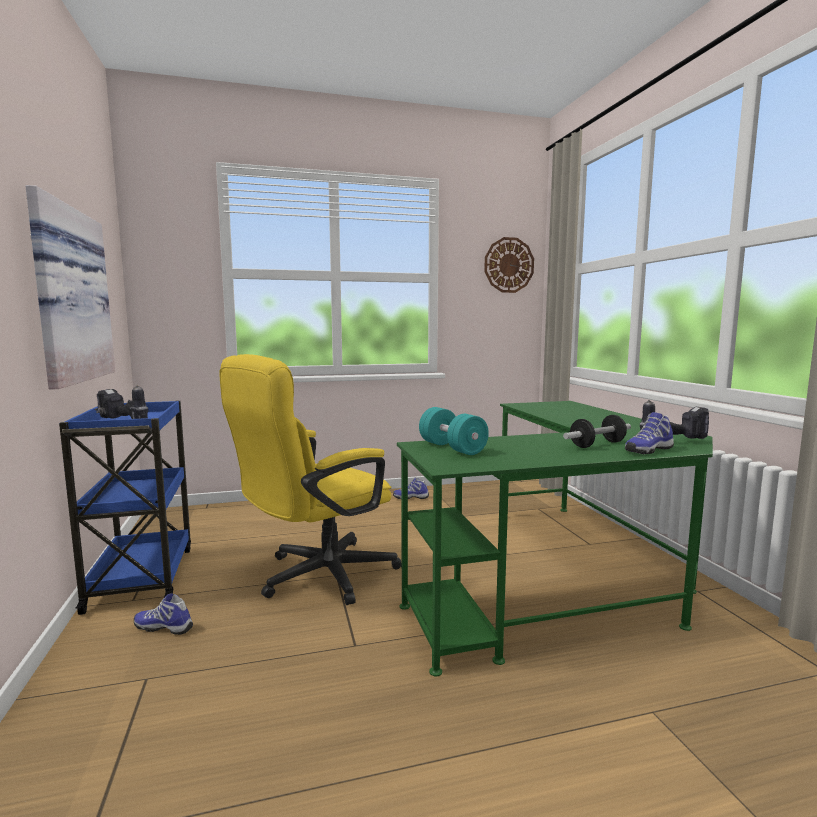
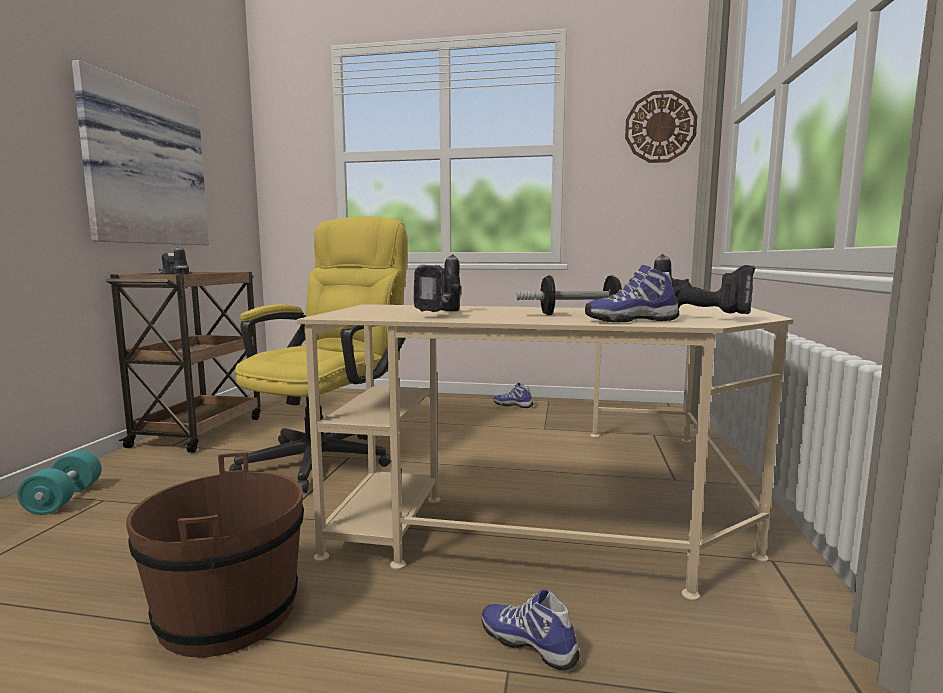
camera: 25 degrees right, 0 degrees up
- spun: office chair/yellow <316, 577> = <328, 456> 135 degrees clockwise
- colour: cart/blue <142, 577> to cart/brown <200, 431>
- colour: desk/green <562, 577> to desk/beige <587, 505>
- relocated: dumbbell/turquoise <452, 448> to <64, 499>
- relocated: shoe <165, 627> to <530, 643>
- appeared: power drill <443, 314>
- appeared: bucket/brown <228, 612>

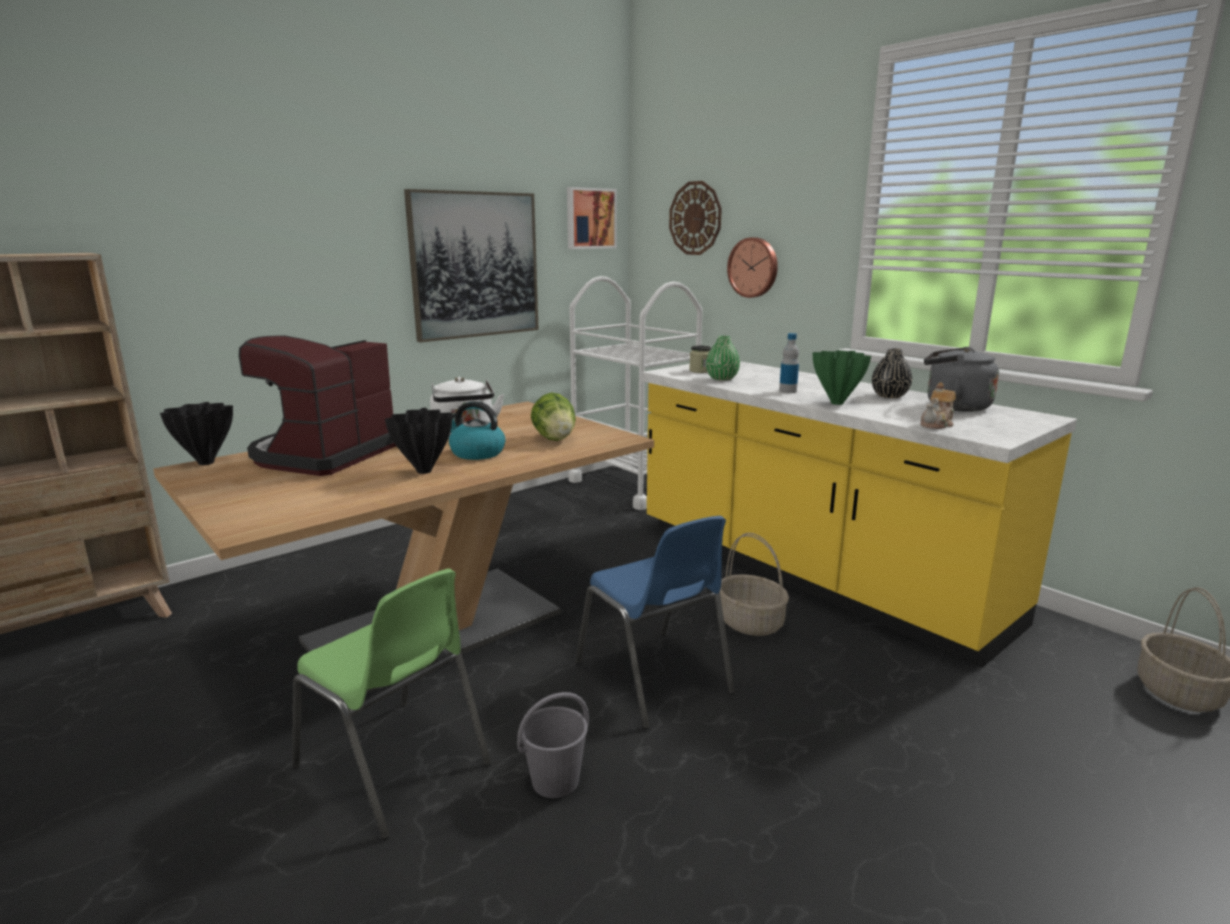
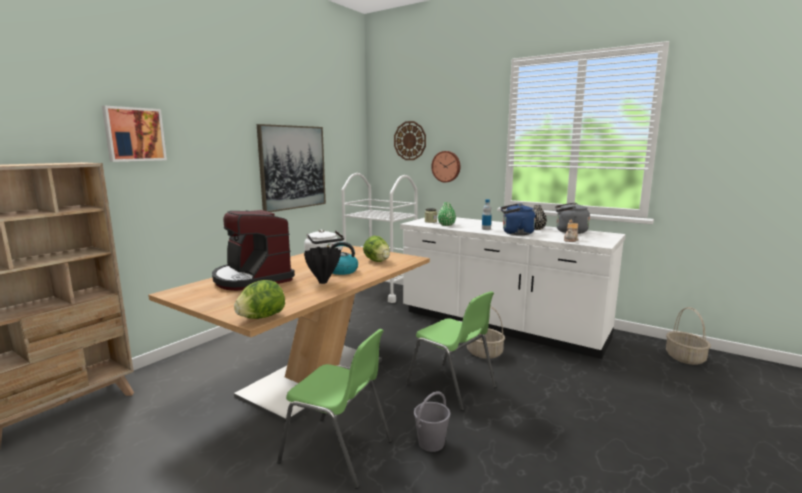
camera: 15 degrees left, 5 degrees down
- relocated: picture <590, 218> to <134, 134>
- spun: coffee machine <324, 455> = <252, 279> 45 degrees counterclockwise
- exchanged: vase/green <836, 403> to kettle/blue <515, 233>
- colour: counter/yellow <812, 574> to counter/white <500, 325>
- missing: vase/black <206, 462>
- colour: chair/blue <654, 679> to chair/green <452, 386>
- appeared: lettuce <261, 317>

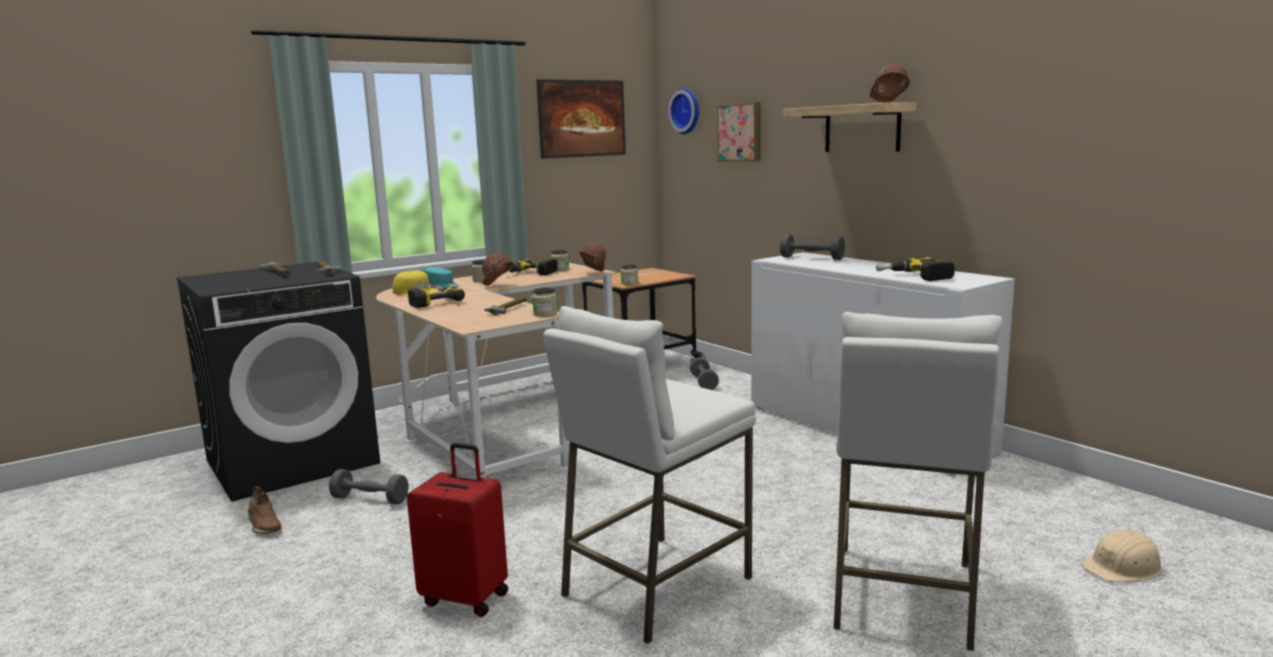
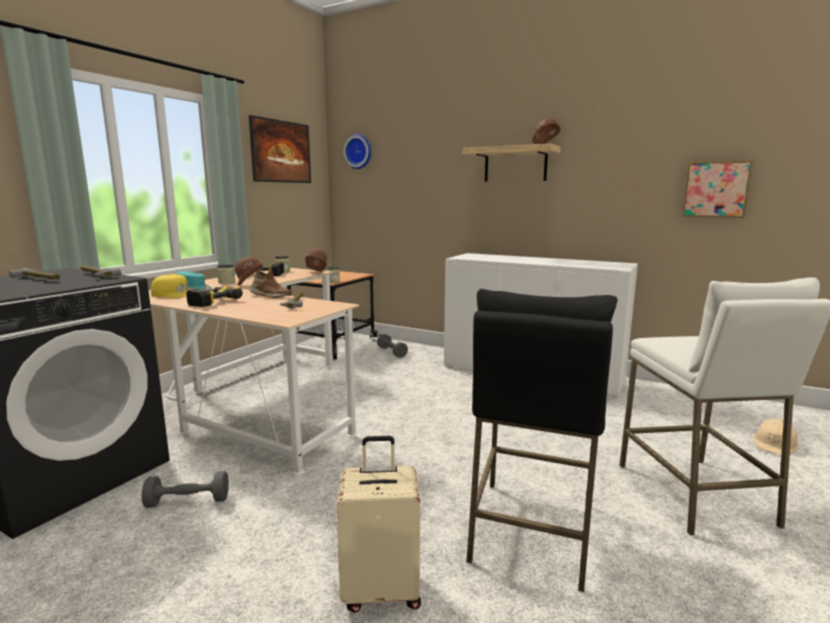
camera: 25 degrees left, 0 degrees up
- relocated: picture <740, 132> to <715, 189>
- missing: dumbbell/grey <811, 258>
- missing: power drill <914, 277>
- missing: jar <545, 314>
- colour: stool/white <655, 586> to stool/black <531, 531>
- colour: suitcase/red <466, 597> to suitcase/beige <381, 590>
- relocated: shoe/brown <264, 525> to <270, 296>

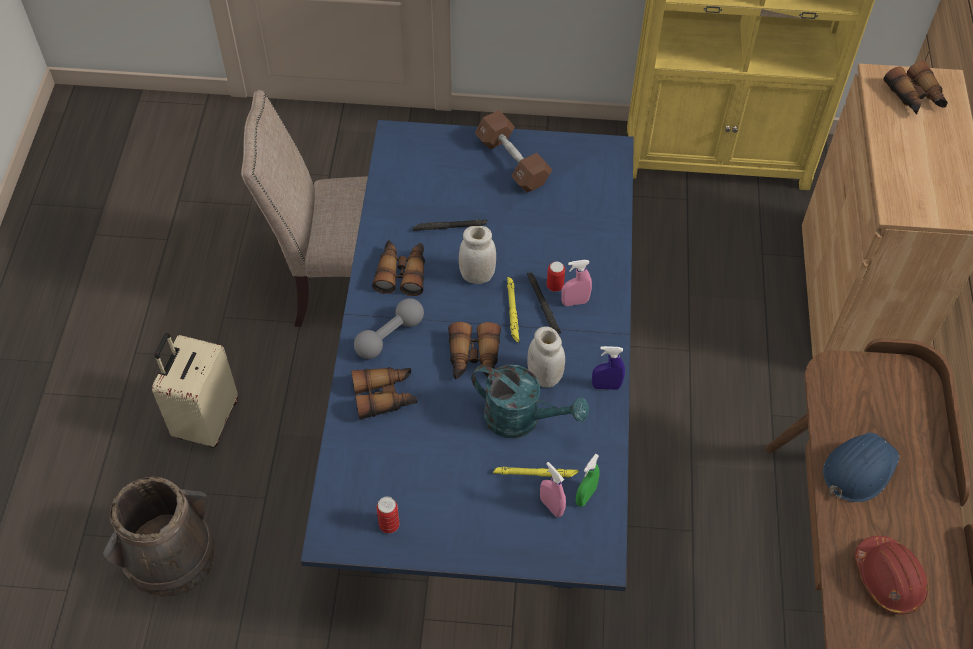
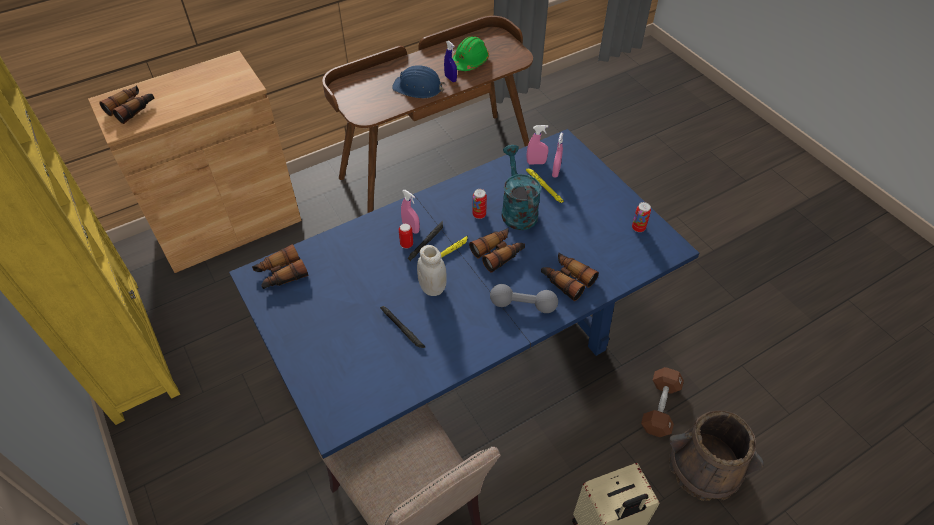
camera: 125 degrees left, 5 degrees down
- relocated: dumbbell/brown <512, 162> to <660, 407>
- relocated: binoculars <402, 272> to <280, 274>
- exchanged: jar/white <544, 376> to can <479, 215>
- relocated: spray bottle/blue <606, 386> to <450, 78>
- colour: spray bottle/green <585, 496> to spray bottle/pink <536, 162>
- colour: hard hat/red <888, 579> to hard hat/green <470, 61>

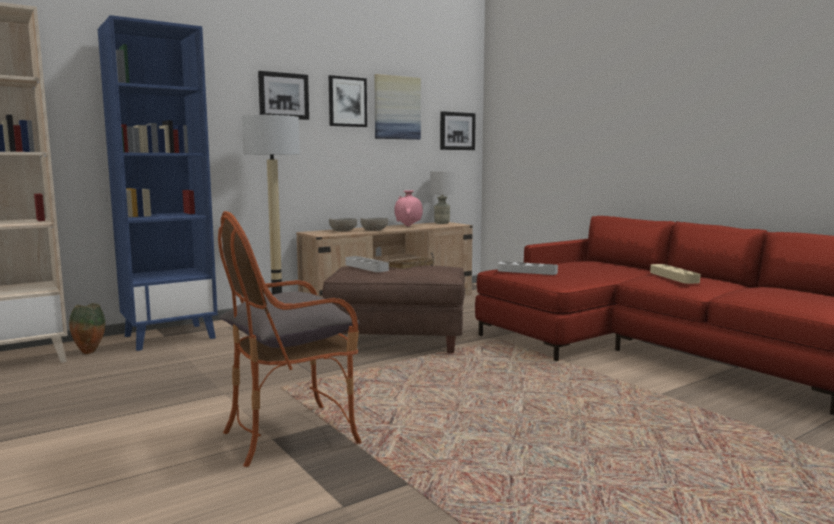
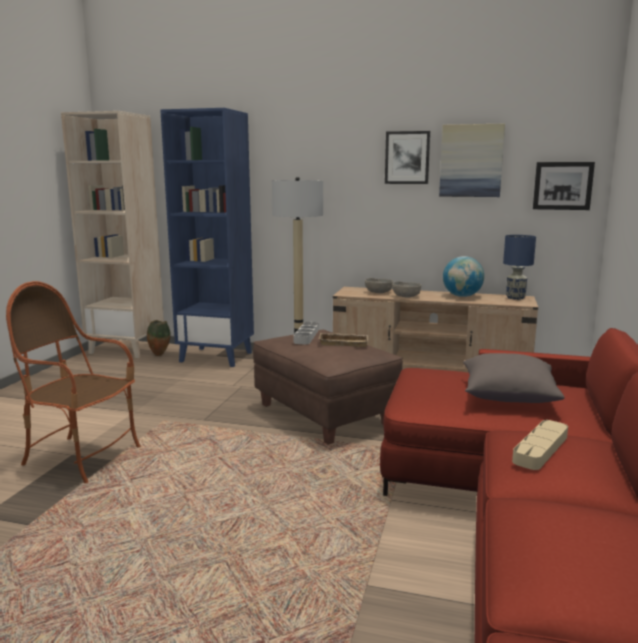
camera: 50 degrees right, 5 degrees up
- missing: picture <283, 96>
- colour: table lamp/grey <442, 223> to table lamp/blue <515, 298>
- exchanged: vase/pink <408, 226> to globe <462, 296>
- missing: tray/grey <527, 271>
- relocated: pillow/grey <288, 342> to <508, 396>

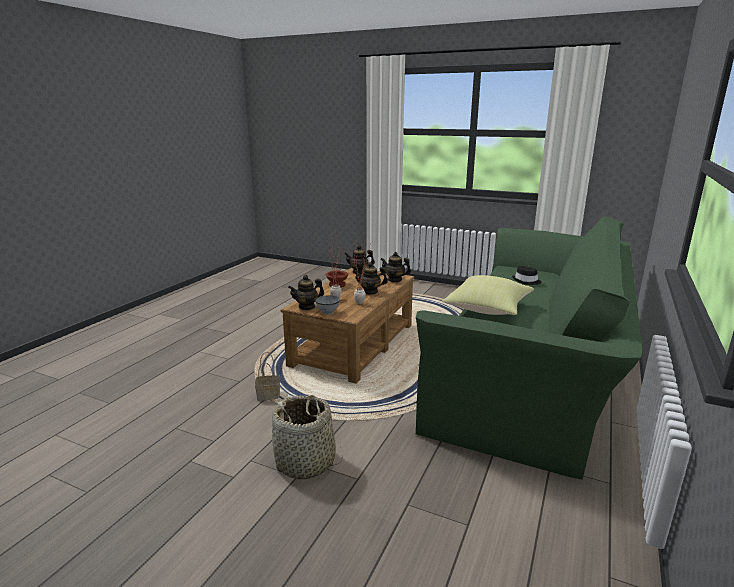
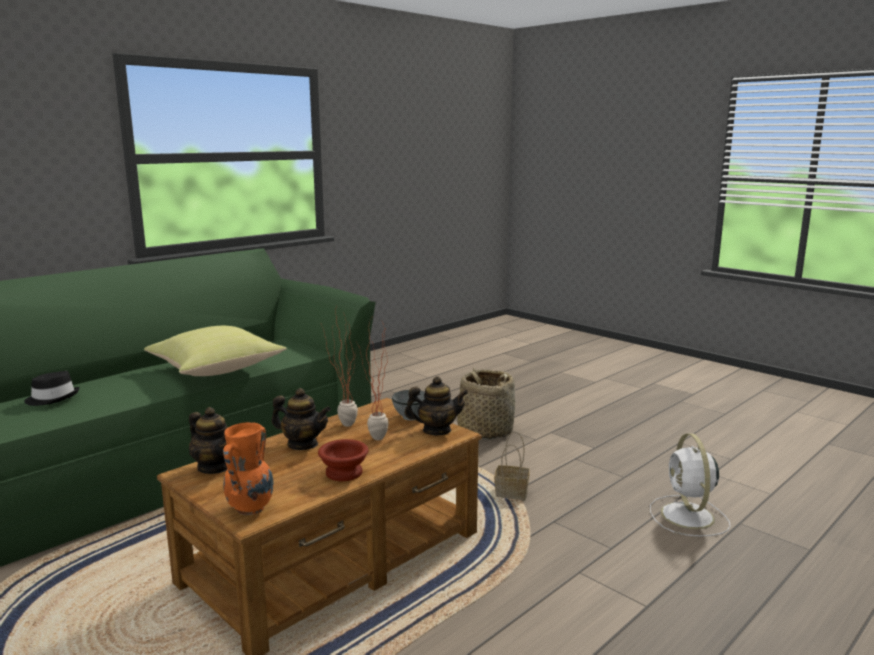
camera: 160 degrees left, 5 degrees down
- exchanged: teapot <359, 272> to vase/orange <249, 509>
- appeared: fan/white <688, 517>

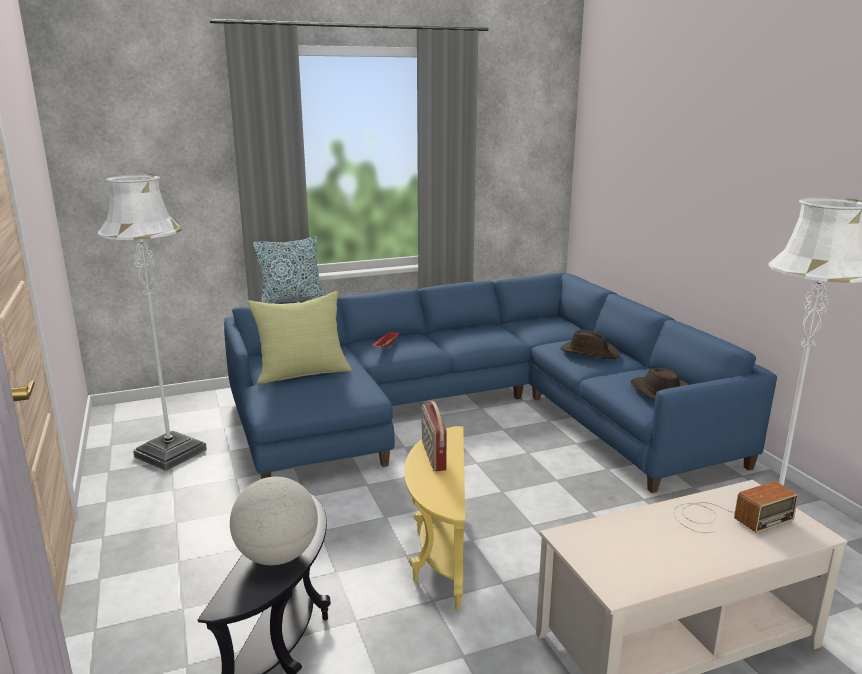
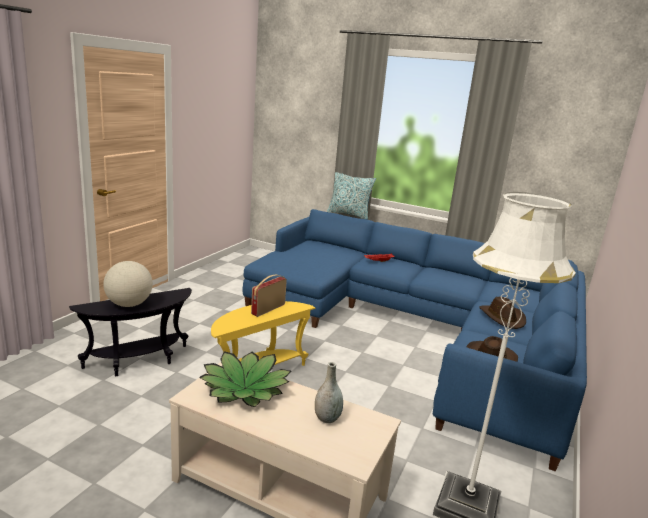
camera: 45 degrees right, 0 degrees up
- missing: floor lamp/white <171, 453>
- missing: pillow/yellow <303, 373>
- exchanged: radio <727, 517> to vase/grey <327, 418>
- appeared: potted plant <245, 388>

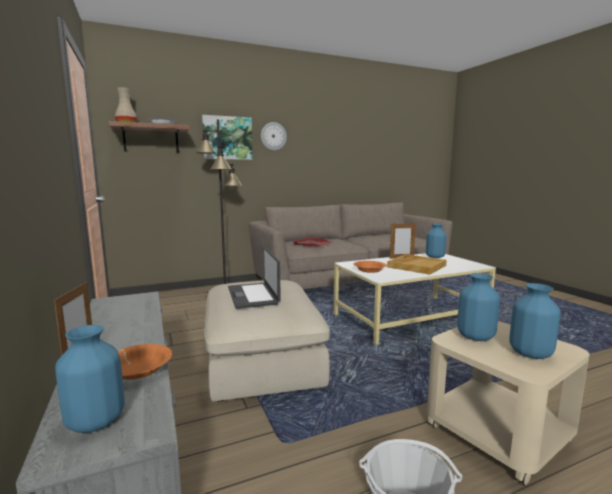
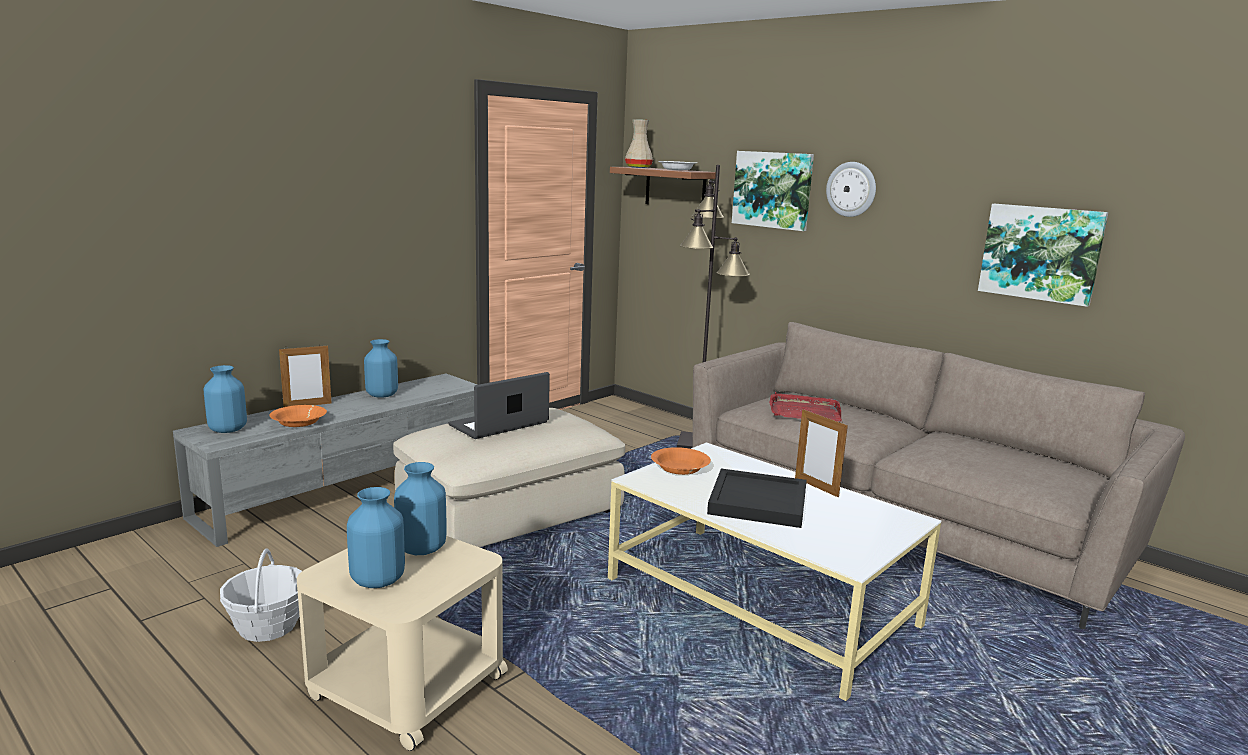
camera: 65 degrees right, 5 degrees up
- relocated: vase/blue <434, 257> to <382, 395>
- colour: tray/beige <416, 266> to tray/black <759, 501>
- appeared: picture <1041, 253>

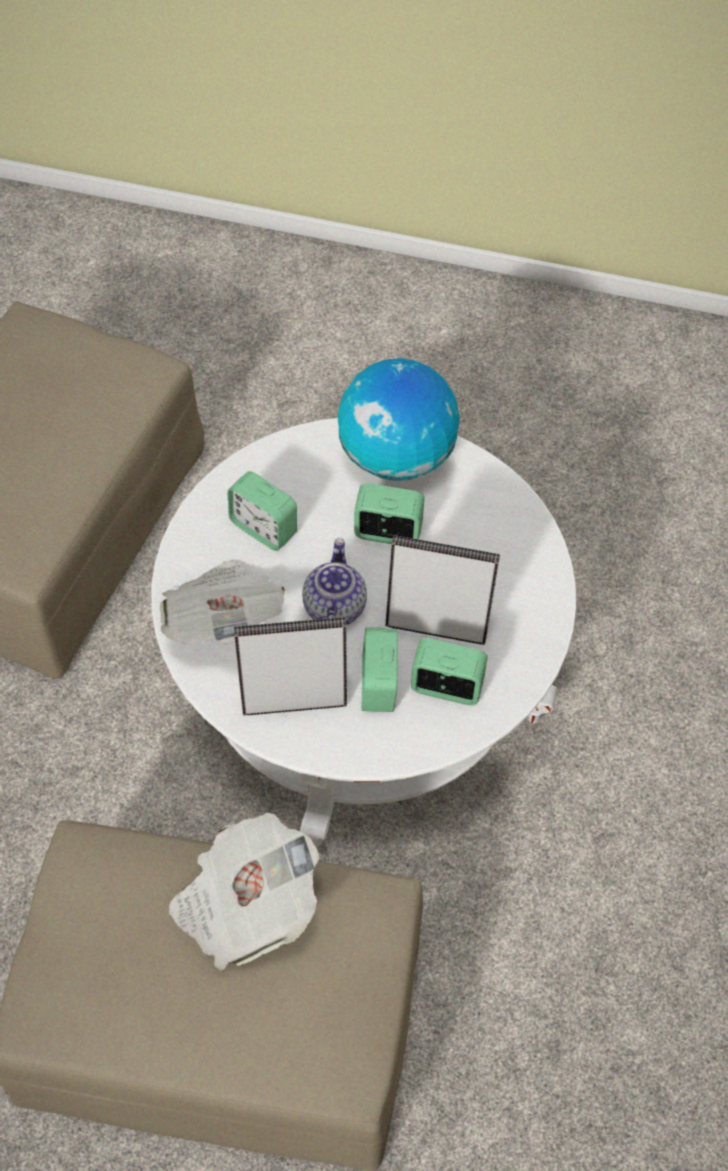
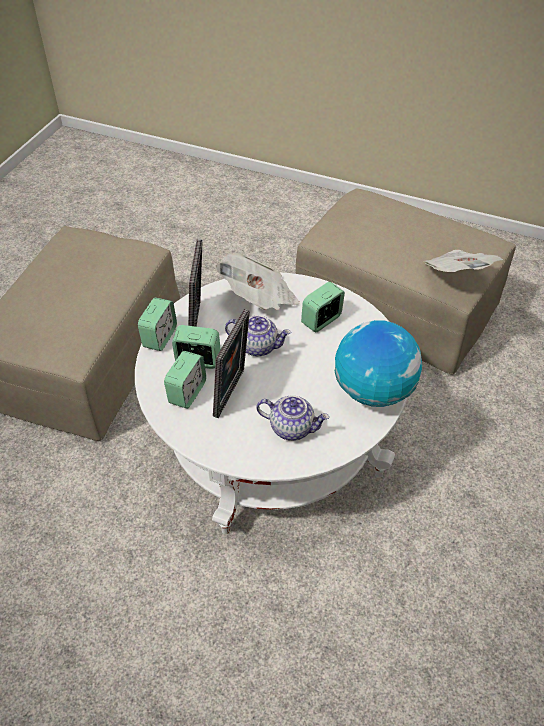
camera: 100 degrees right, 10 degrees down
- relocated: alarm clock <388, 532> to <160, 337>
- relocated: newspaper <245, 905> to <458, 275>
- appeared: teapot <292, 427>

